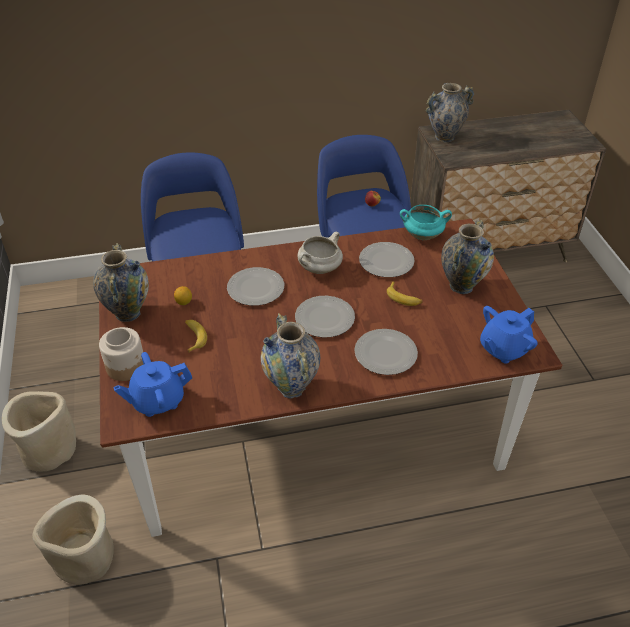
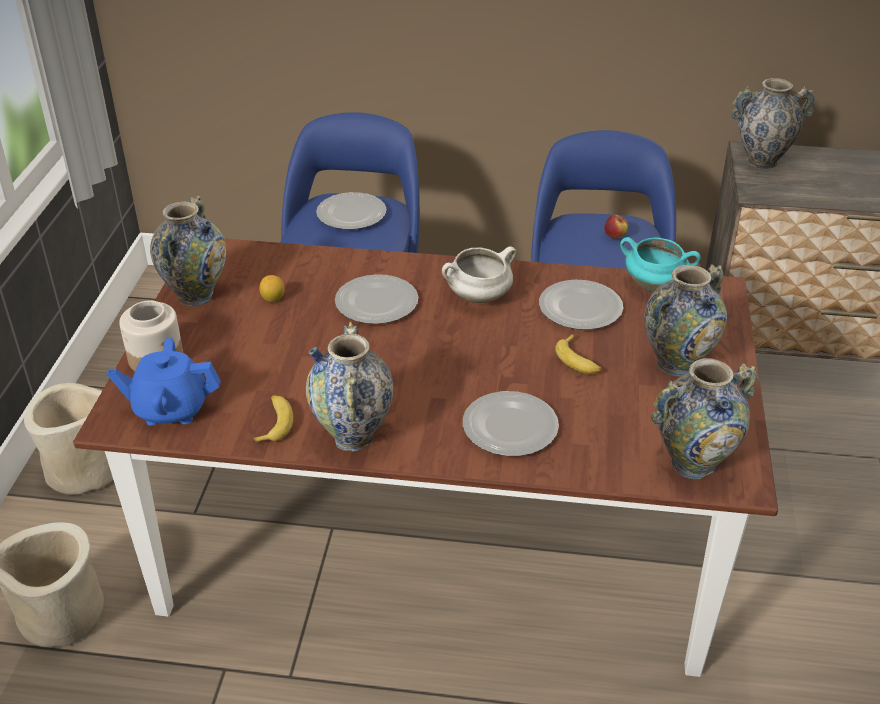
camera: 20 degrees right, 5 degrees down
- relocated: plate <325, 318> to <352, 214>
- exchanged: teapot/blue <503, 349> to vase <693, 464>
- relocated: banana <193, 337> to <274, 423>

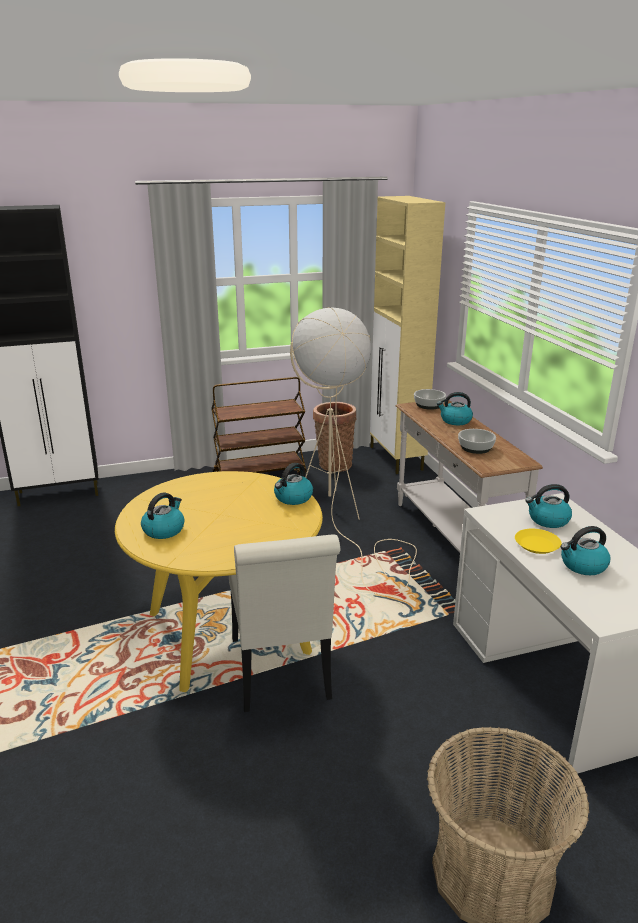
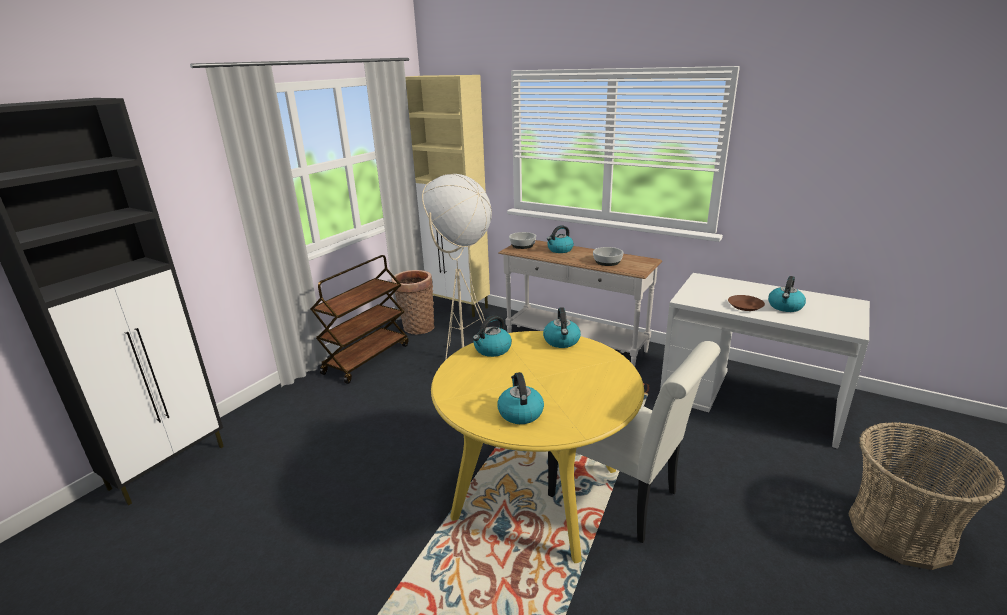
camera: 40 degrees left, 0 degrees up
- relocated: kettle <548, 520> to <492, 349>
- colour: plate/yellow <537, 545> to plate/brown <745, 306>

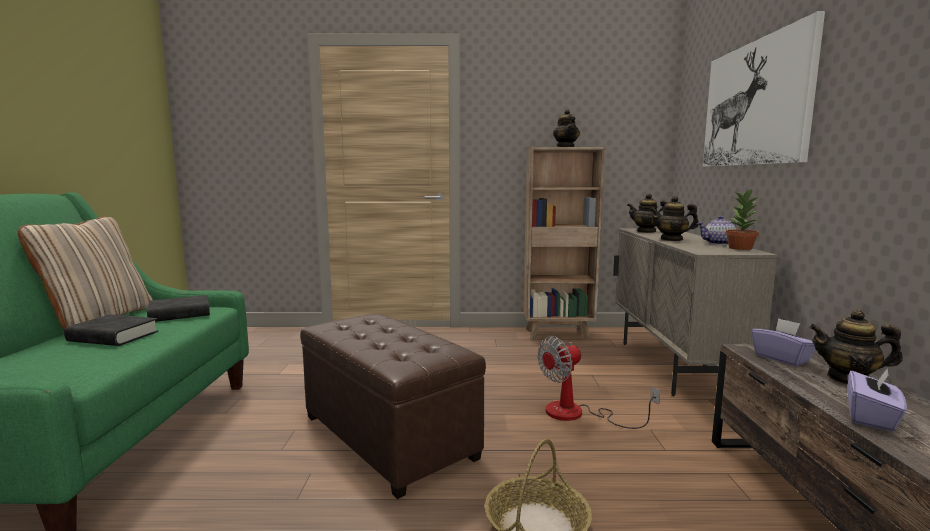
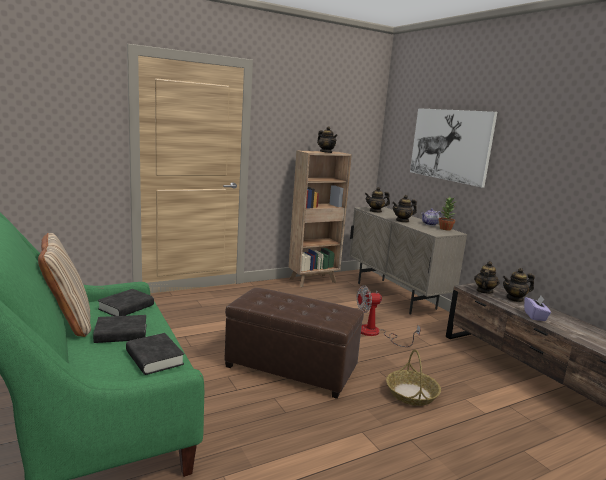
camera: 30 degrees left, 5 degrees up
- exchanged: tissue box/purple <781, 358> to teapot <484, 291>
- spun: fan <578, 414> = <376, 333> 45 degrees clockwise
- appeared: book/black <154, 358>

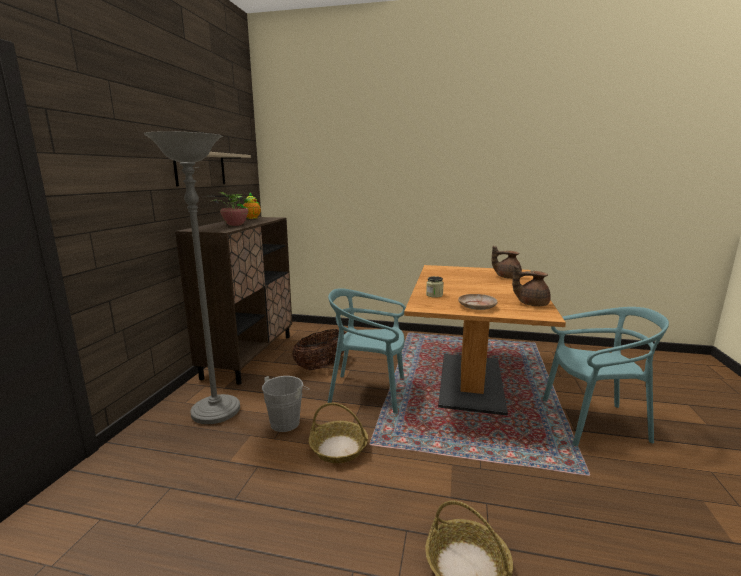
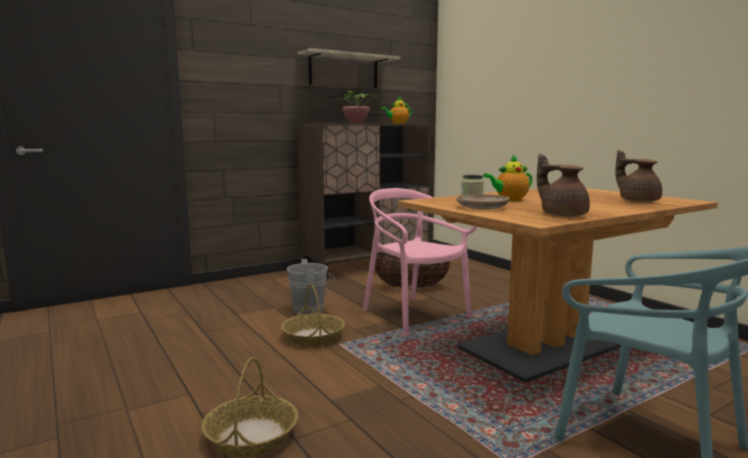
camera: 45 degrees right, 5 degrees down
- missing: floor lamp/grey <216, 412>
- colour: chair/turquoise <368, 392> to chair/pink <414, 315>
- appeared: teapot <509, 200>

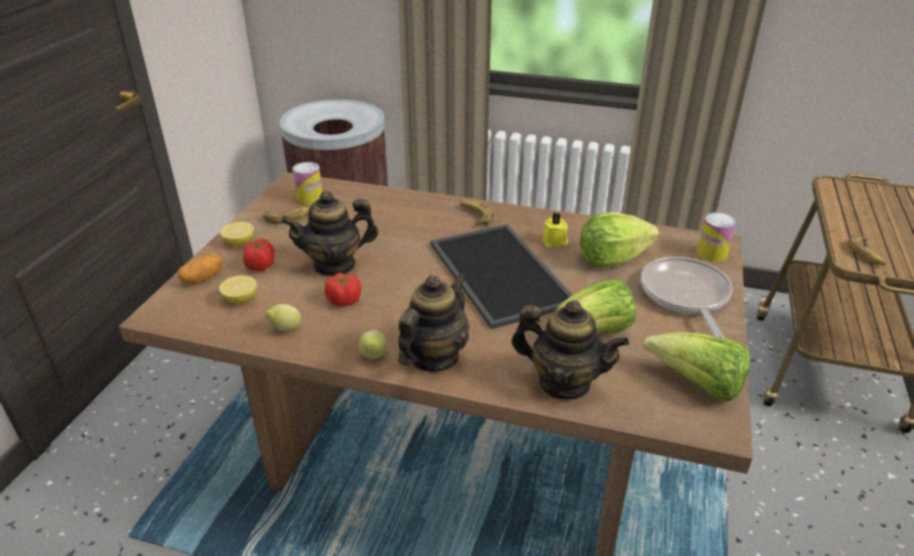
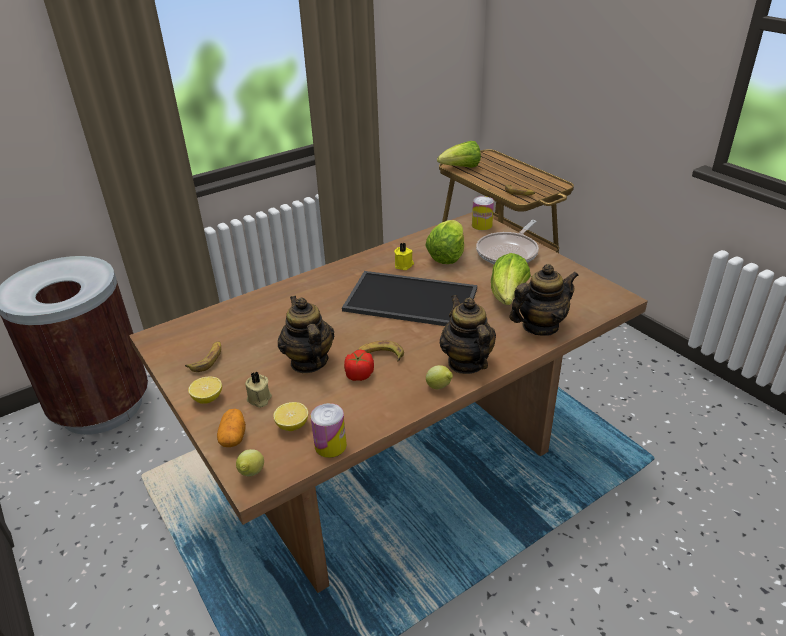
camera: 50 degrees left, 0 degrees up
- relocated: can <310, 199> to <330, 445>
- spun: teapot <335, 265> = <308, 362> 135 degrees clockwise
- relocated: banana <475, 216> to <380, 355>
- exchanged: tomato <260, 266> to candle/beige <259, 399>
- spun: frying pan <685, 296> = <509, 252> 90 degrees counterclockwise
- relocated: lemon <285, 330> to <251, 474>
- relocated: lettuce <697, 384> to <461, 168>

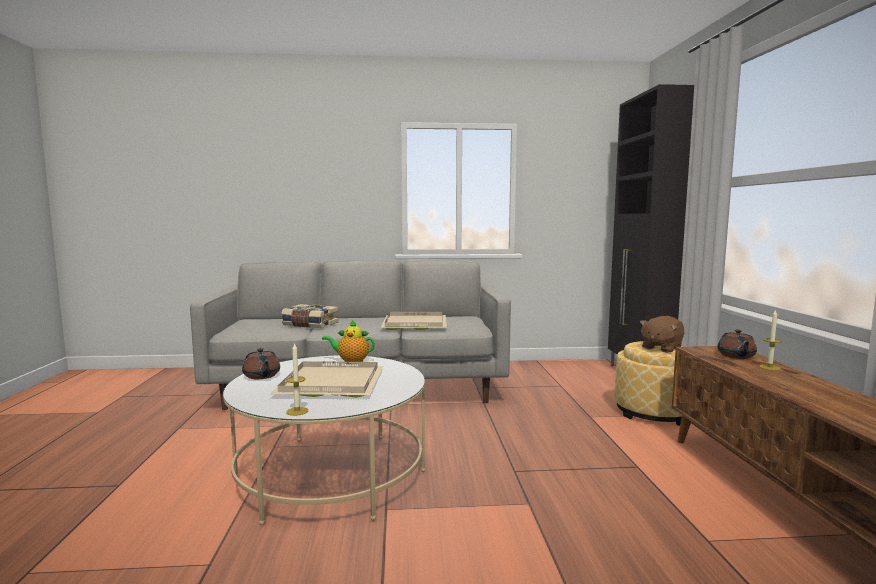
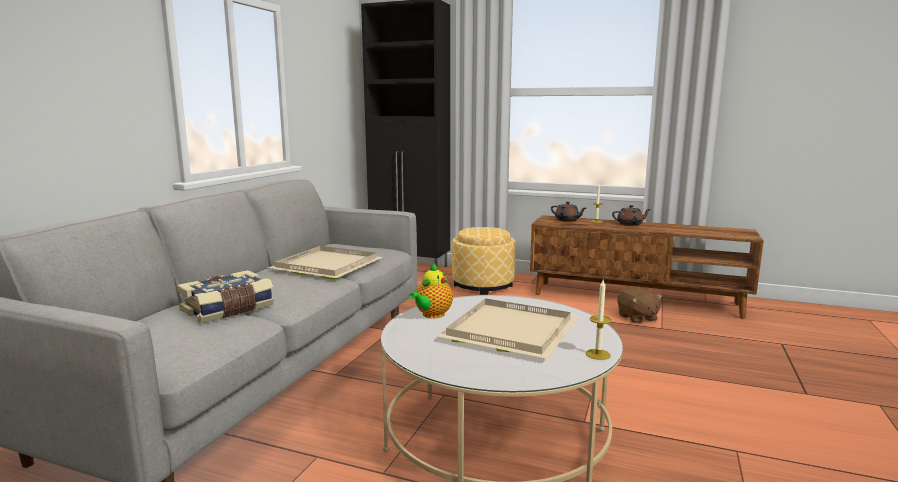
camera: 65 degrees left, 5 degrees up
- relocated: plush toy/brown <661, 348> to <637, 318>
- relocated: teapot/brown <261, 376> to <630, 224>

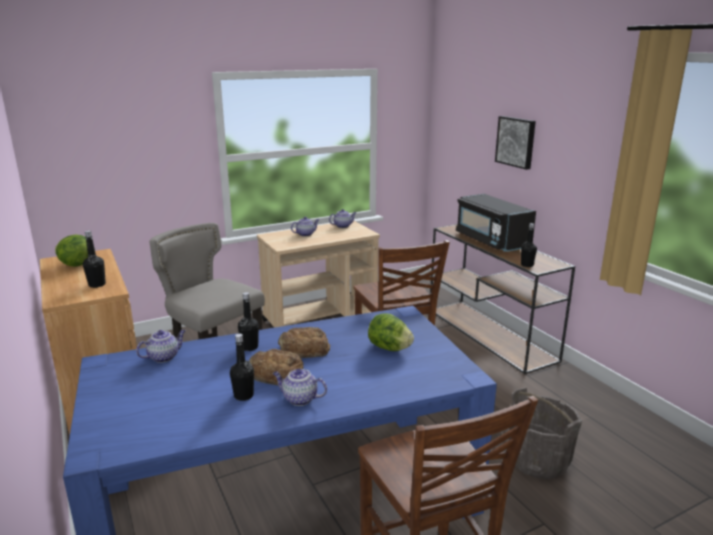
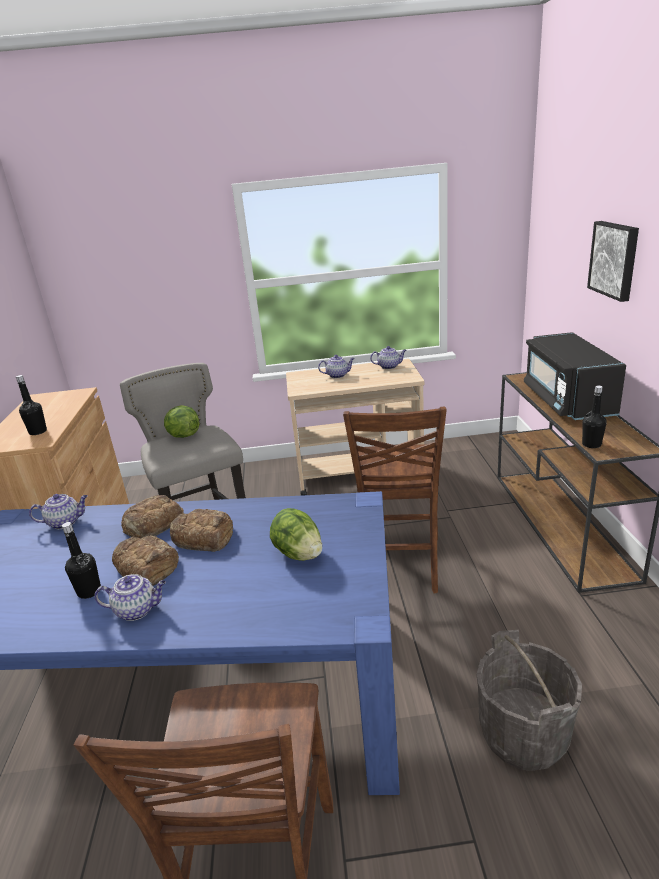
camera: 25 degrees right, 5 degrees up
- relocated: lettuce <76, 265> to <183, 436>
- exchanged: bottle/black <249, 347> to bread <152, 524>
- spun: teapot <299, 399> = <137, 610> 135 degrees clockwise

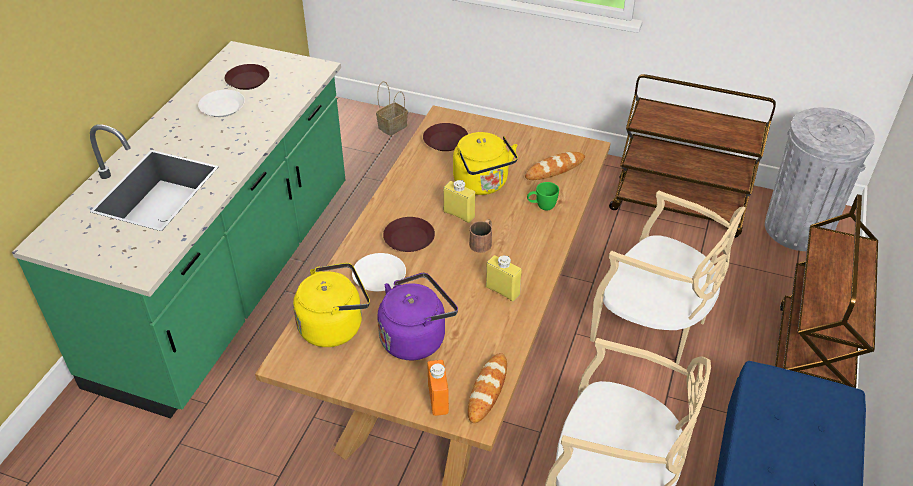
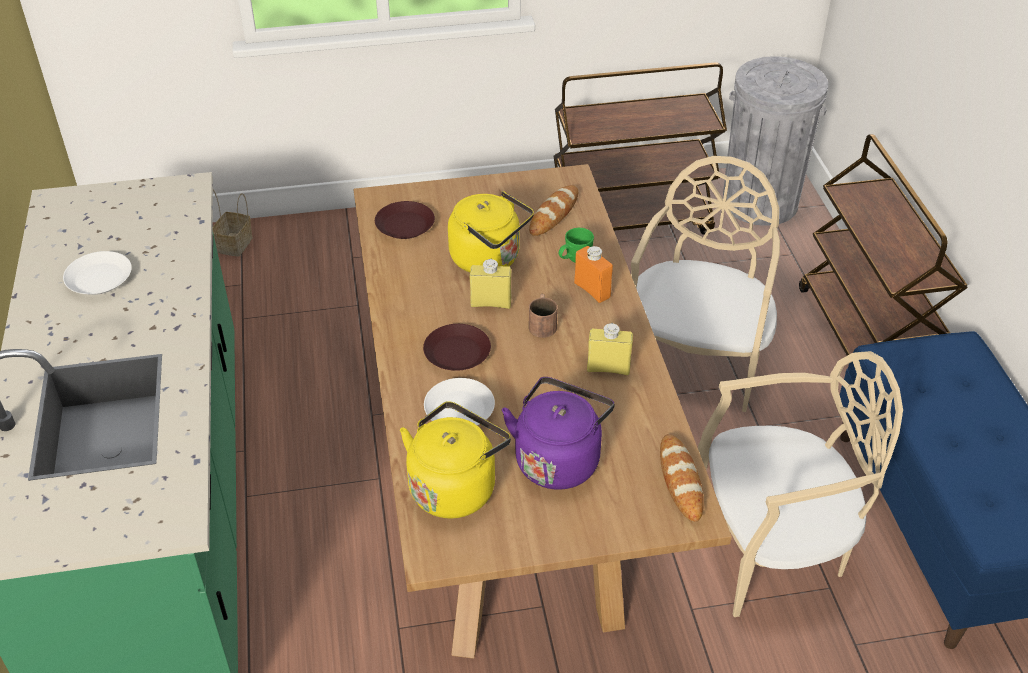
camera: 30 degrees left, 0 degrees up
- missing: plate/brown <248, 80>
- spun: chair/beige <653, 326> = <694, 360> 75 degrees counterclockwise
- relocated: bottle/orange <438, 400> to <592, 290>

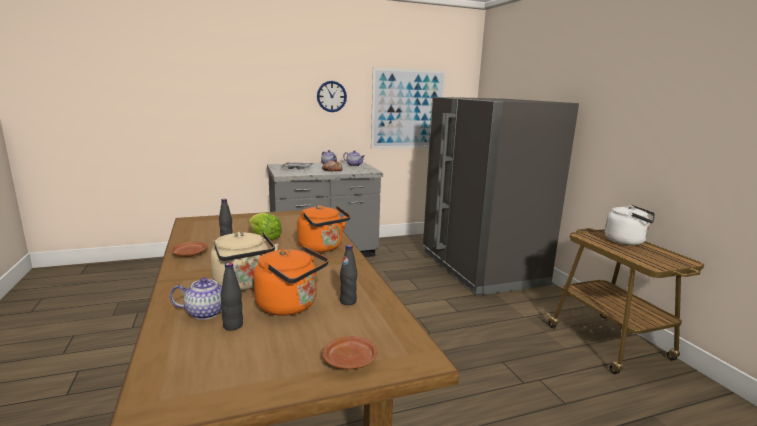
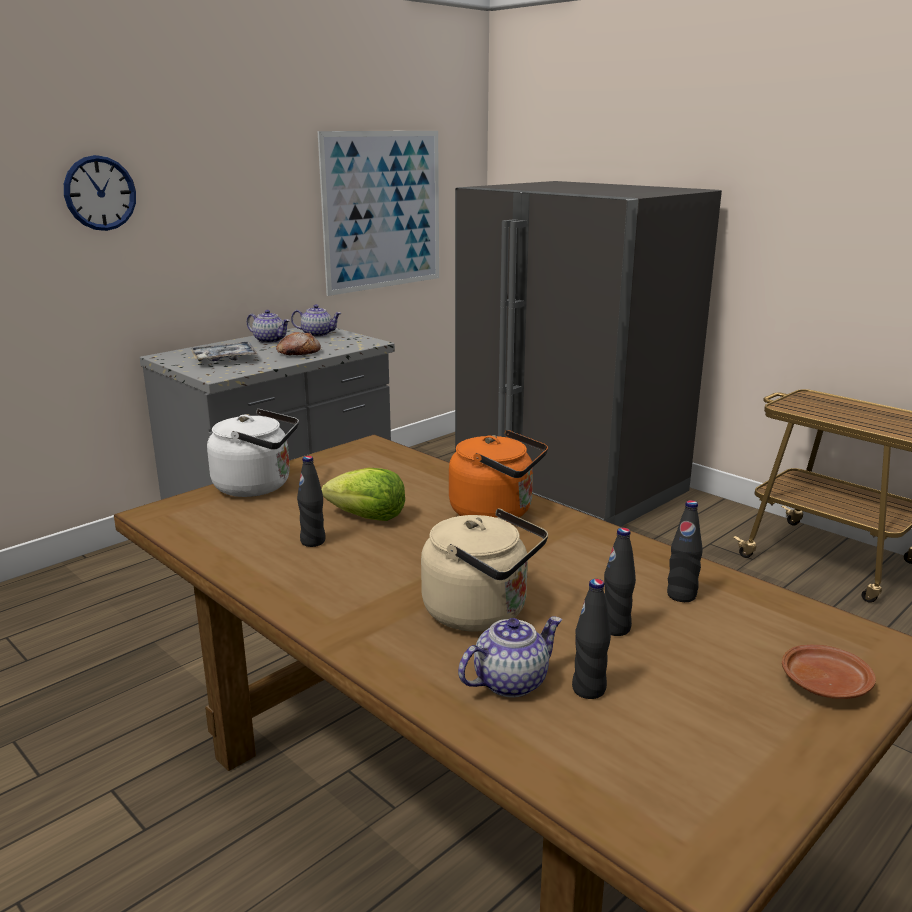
camera: 25 degrees left, 5 degrees up
- relocated: wall clock <331, 96> to <100, 193>
- relocated: kettle/white <627, 241> to <258, 486>
- missing: plate/brown <189, 254>
- exchanged: kettle/orange <290, 306> to bottle/black <615, 628>

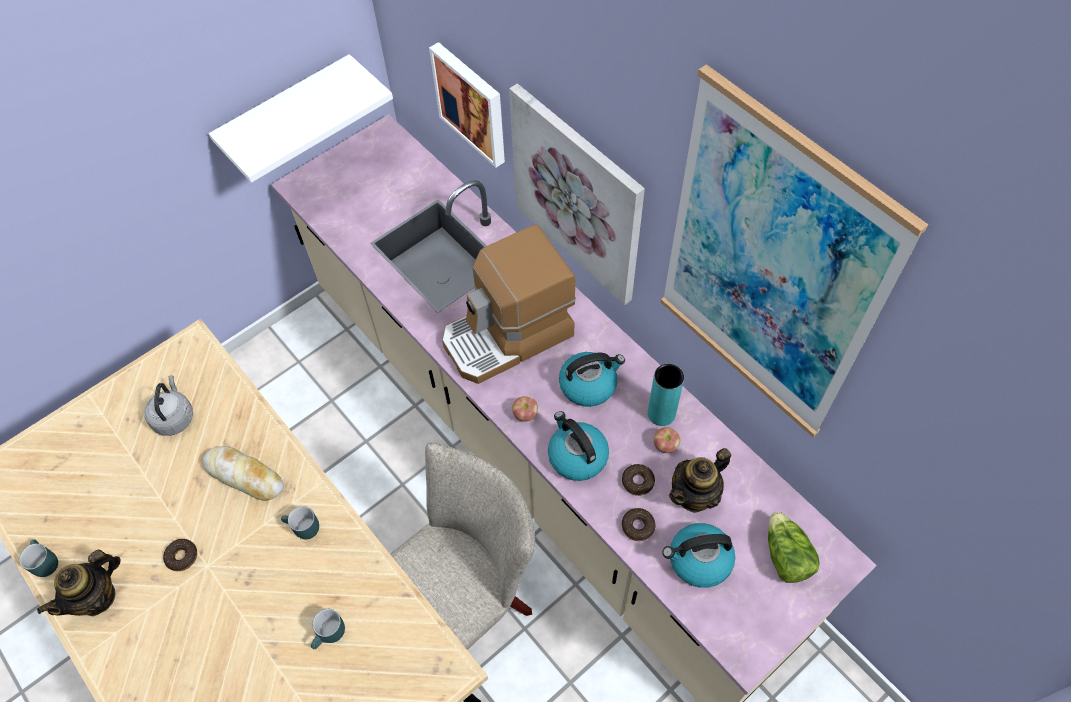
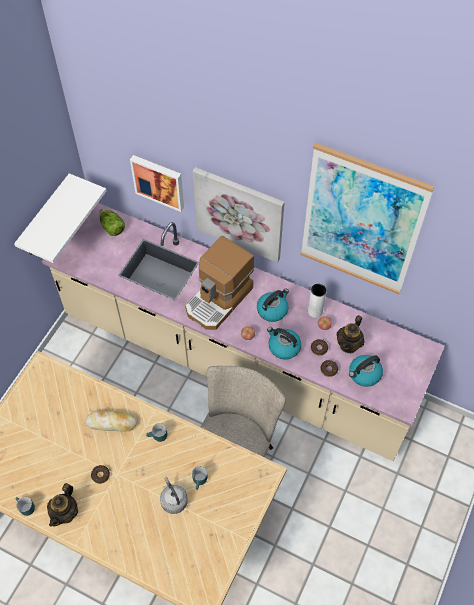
camera: 25 degrees left, 0 degrees up
- colour: vase/turquoise <661, 413> to vase/white <315, 311>
- relocated: kettle/grey <174, 417> to <173, 500>
- relocated: lettuce <785, 556> to <112, 227>

